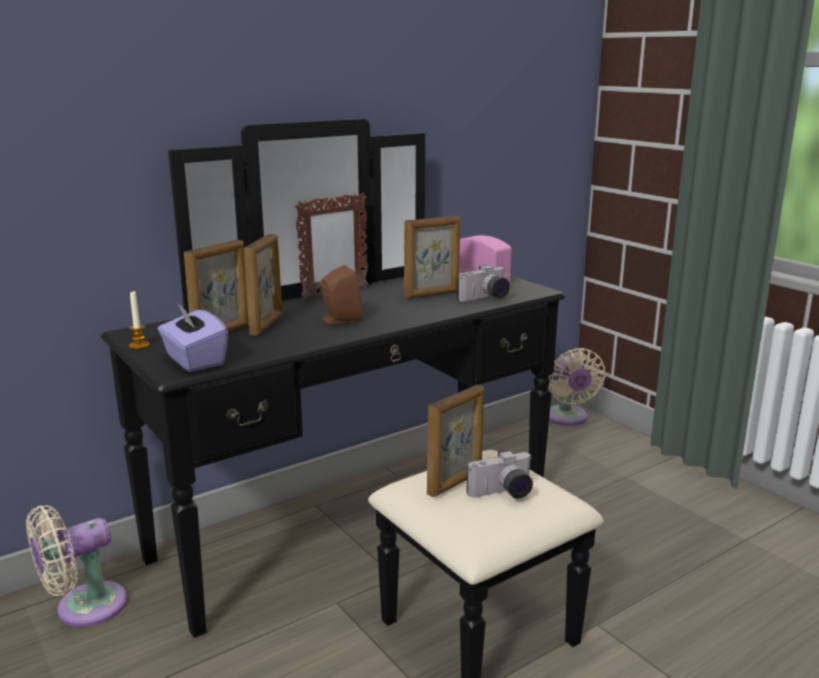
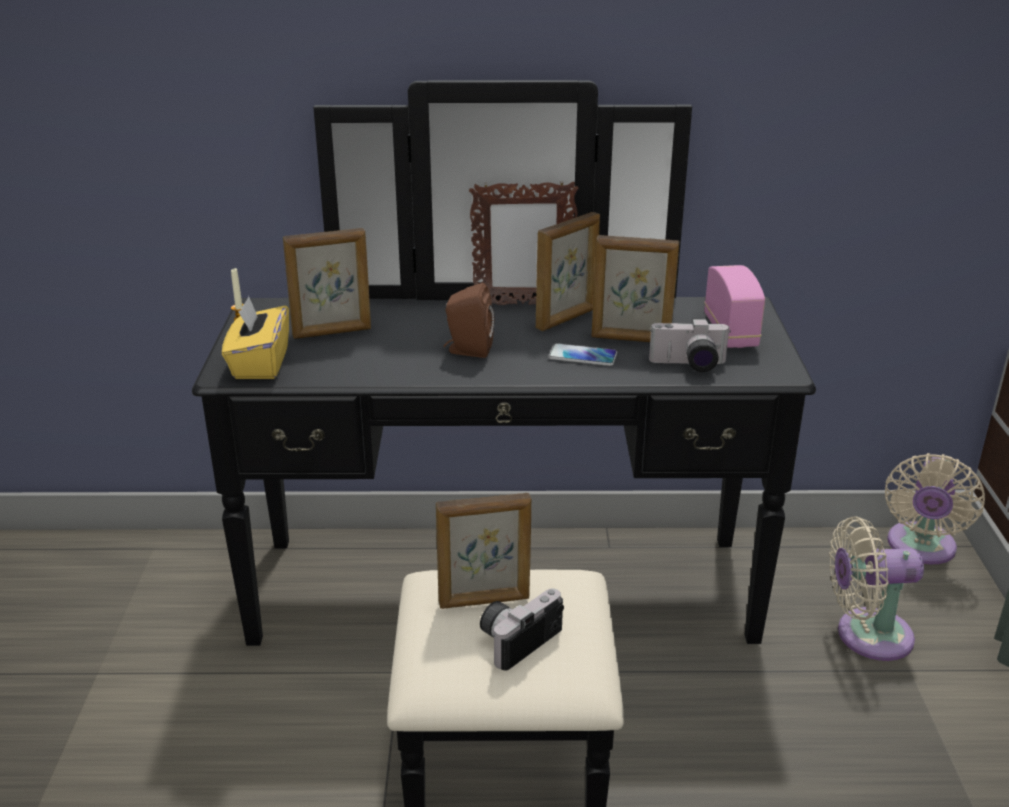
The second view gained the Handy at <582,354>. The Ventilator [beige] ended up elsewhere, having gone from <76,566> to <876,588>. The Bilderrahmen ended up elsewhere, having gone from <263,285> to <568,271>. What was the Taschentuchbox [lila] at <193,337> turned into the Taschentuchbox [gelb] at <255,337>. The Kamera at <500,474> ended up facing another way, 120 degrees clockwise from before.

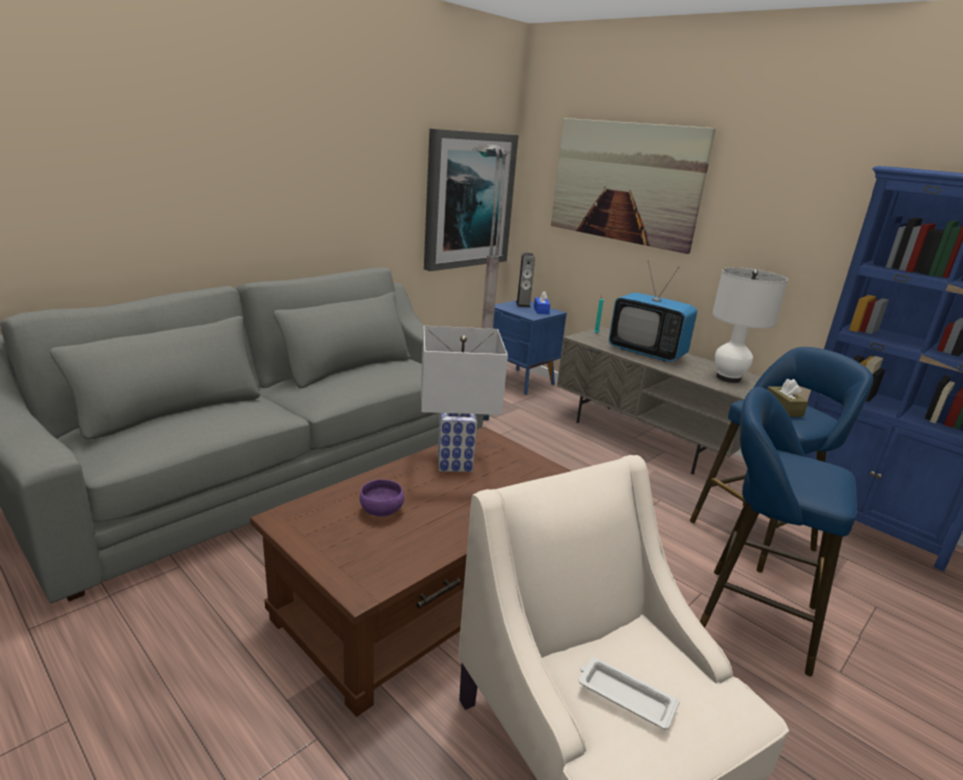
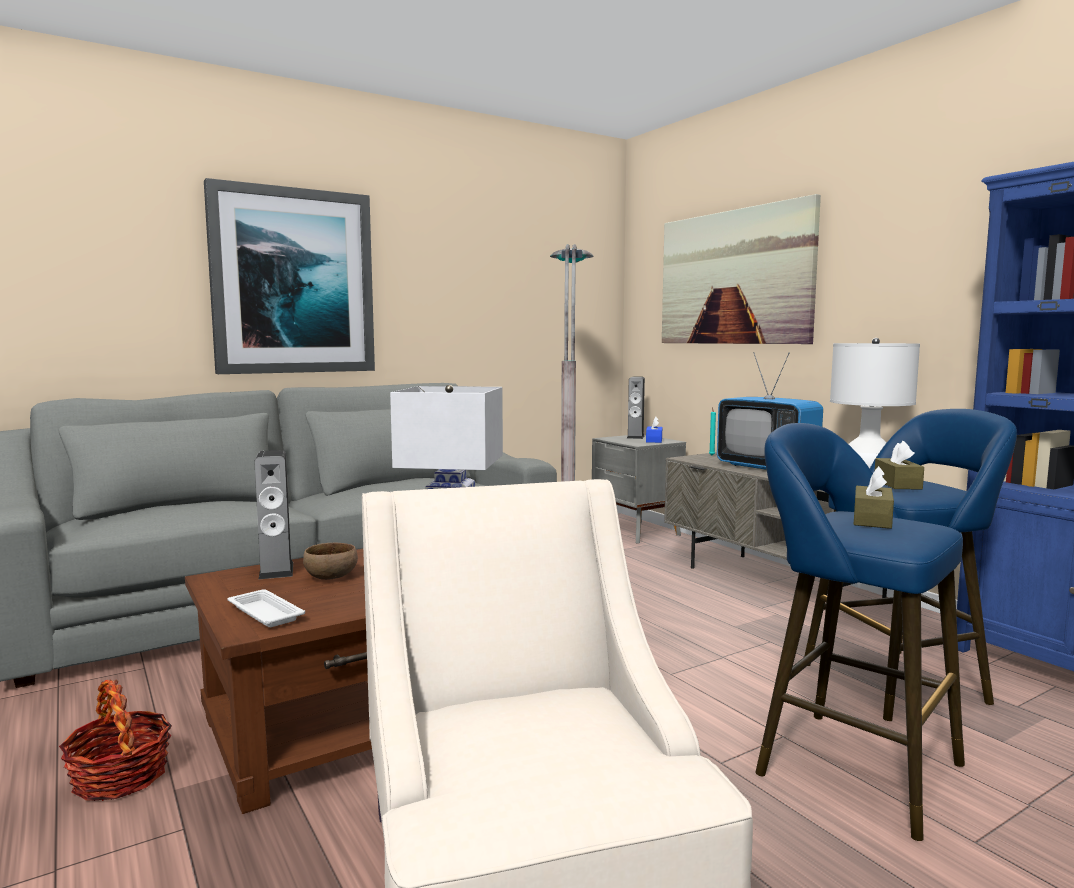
The second view gained the Korb at <115,740>. The second view gained the Lautsprecher at <273,514>. The second view gained the Taschentuchbox [braun] at <874,497>. The Bild ended up elsewhere, having gone from <471,199> to <289,276>. The Tablett [weiß] ended up elsewhere, having gone from <629,693> to <266,608>. What was the Schüssel [lila] at <382,497> turned into the Schüssel [braun] at <330,561>. What was the Nachttisch [blau] at <530,347> turned into the Nachttisch [grau] at <639,489>.

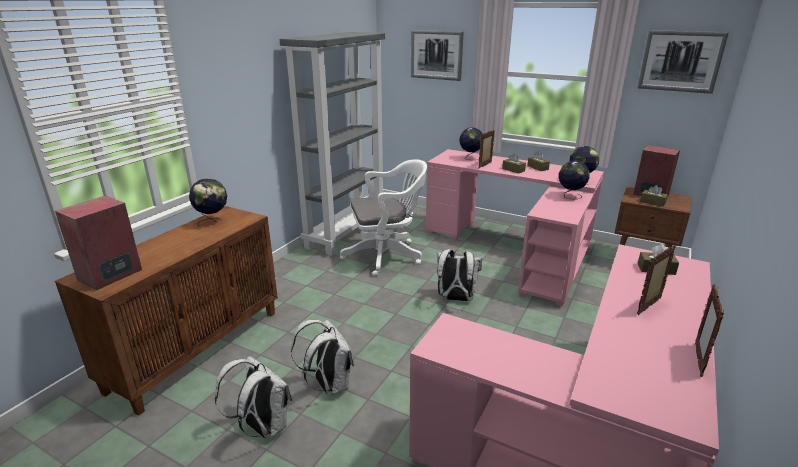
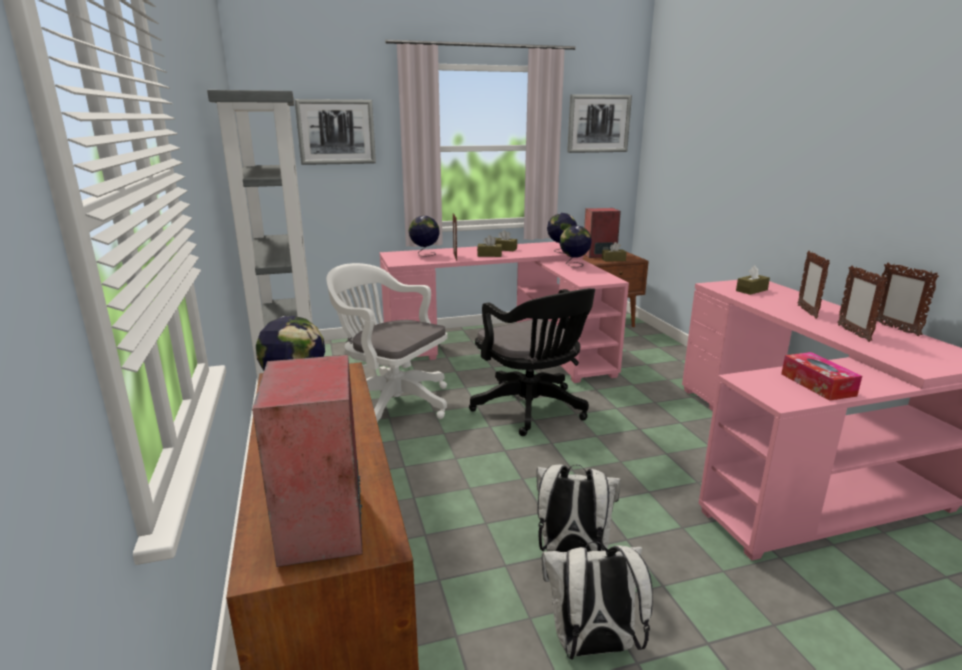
The second view gained the Taschentuchbox at <821,376>. The second view gained the Bilderrahmen at <862,303>. Where the Rucksack [weiß] stood at <459,275>, the Bürostuhl [schwarz] came to stand at <532,362>. The Bürostuhl [weiß] at <383,218> ended up facing another way, 90 degrees counterclockwise from before.

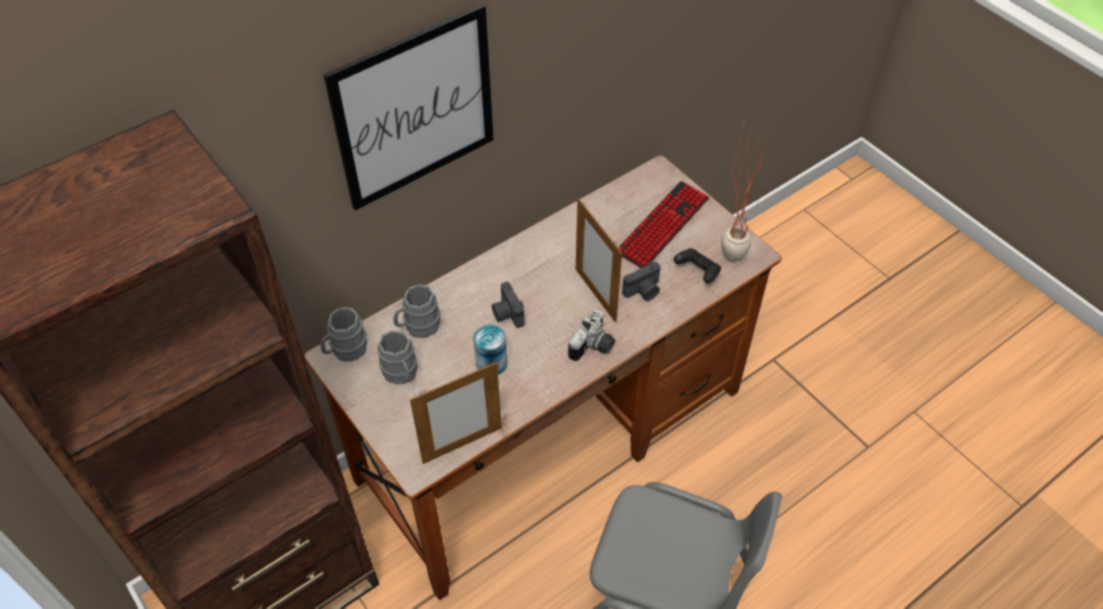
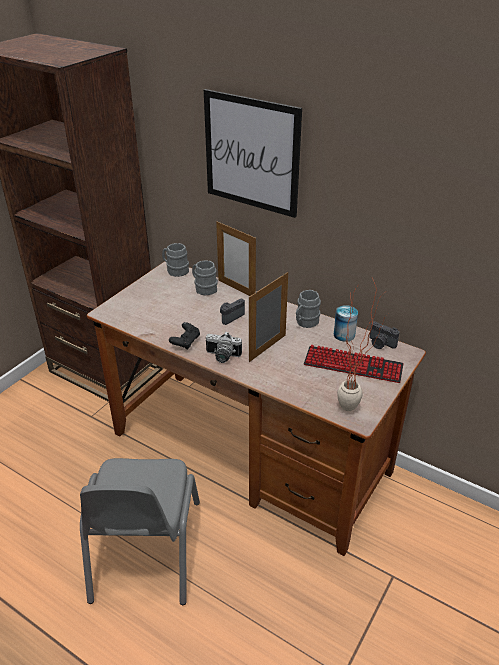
The Henkelbecher [grau] ended up elsewhere, having gone from <397,357> to <308,309>. The Bilderrahmen ended up elsewhere, having gone from <456,413> to <236,258>. The Dose ended up elsewhere, having gone from <490,350> to <346,323>. The Kamera ended up elsewhere, having gone from <641,281> to <384,335>. The Gamepad [schwarz] ended up elsewhere, having gone from <697,265> to <184,335>.

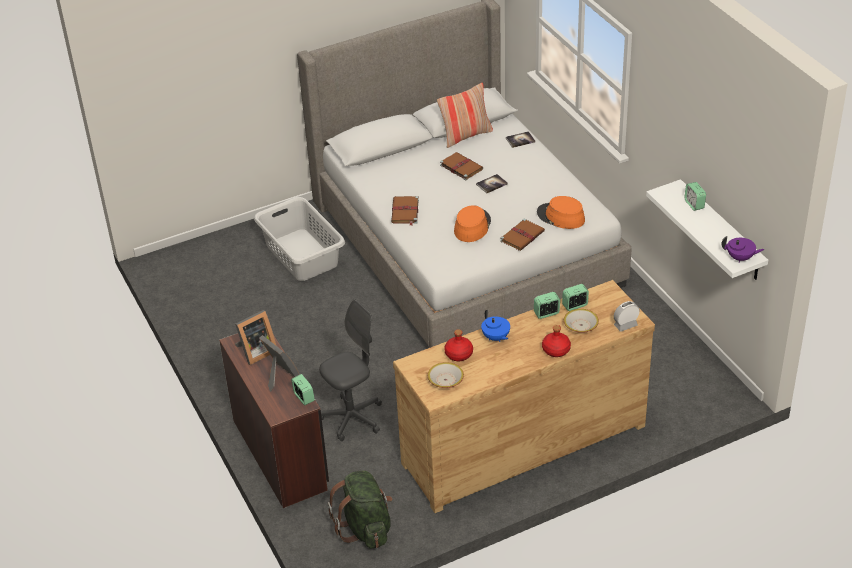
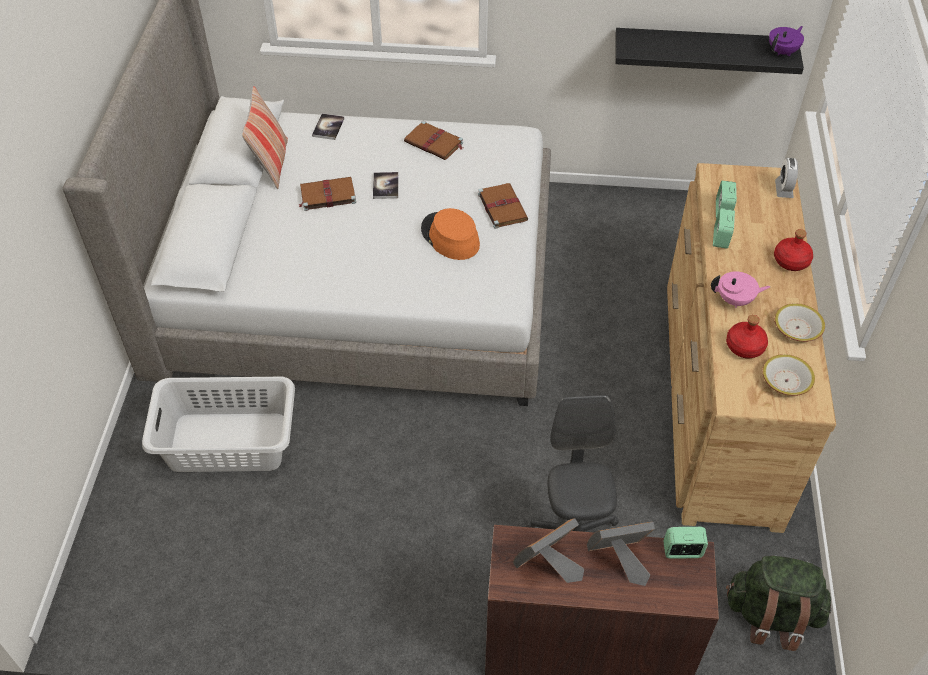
The second view lost the Hut [orange] at <561,212>. The second view lost the Wecker at <695,196>. The Buch [braun] ended up elsewhere, having gone from <405,210> to <433,140>. The Schüssel ended up elsewhere, having gone from <581,321> to <800,322>. What was the Teekanne [blau] at <495,326> turned into the Teekanne [rosa] at <740,289>. What was the Wandregal [weiß] at <707,229> turned into the Wandregal [schwarz] at <709,51>. The Bilderrahmen at <256,337> ended up facing another way, 120 degrees counterclockwise from before.

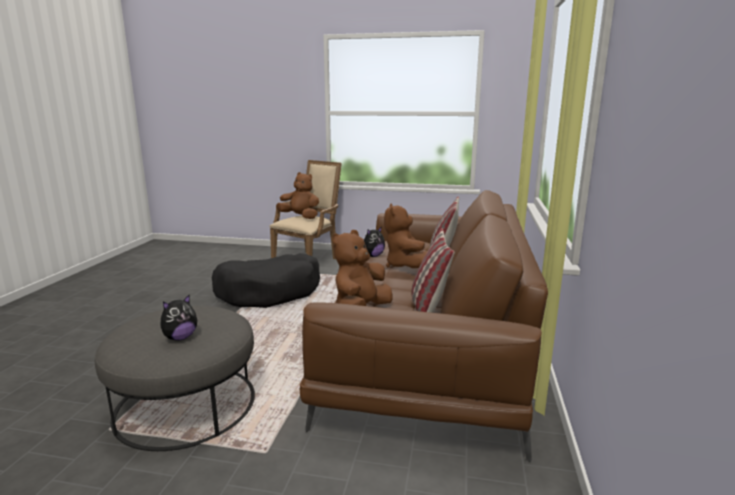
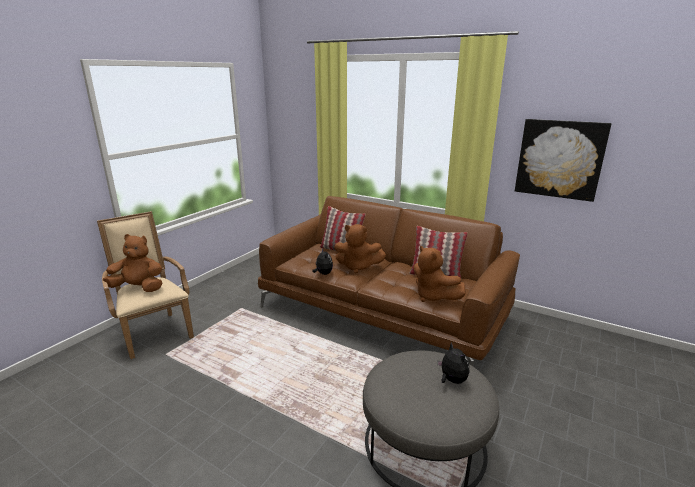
The second view lost the Hundebett [schwarz] at <266,280>. The second view gained the Bild at <563,160>. The Plüschtier [braun] at <297,195> ended up facing another way, 45 degrees clockwise from before.

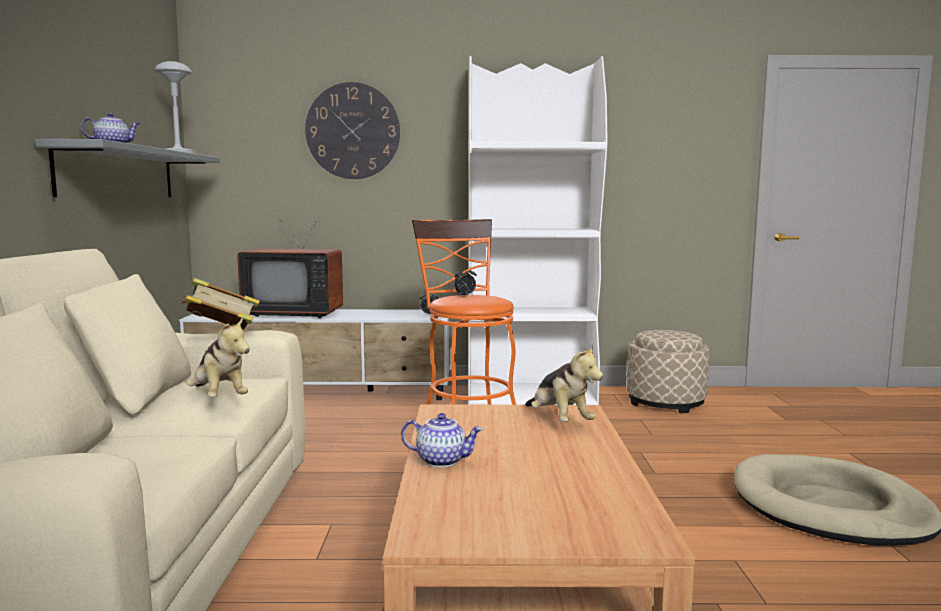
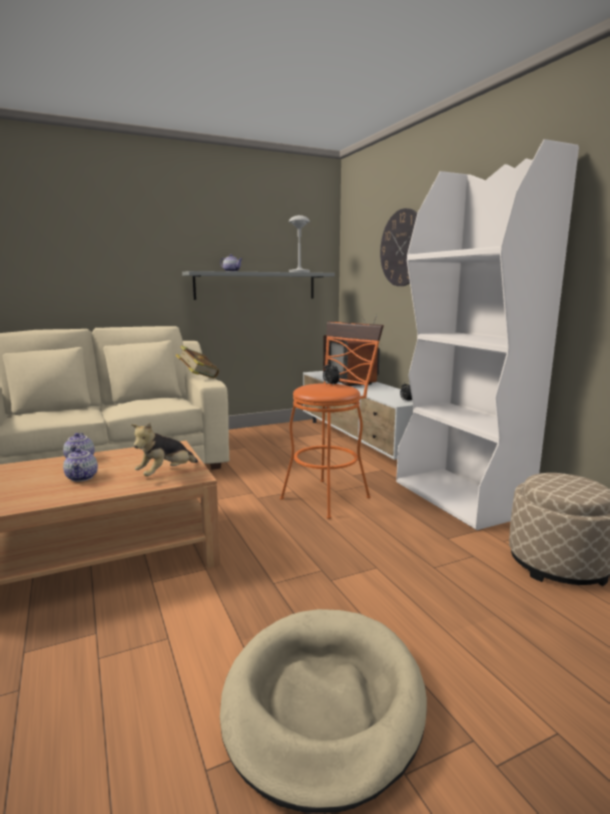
The second view lost the Plüschtier at <218,357>. The second view gained the Teekanne at <80,465>.

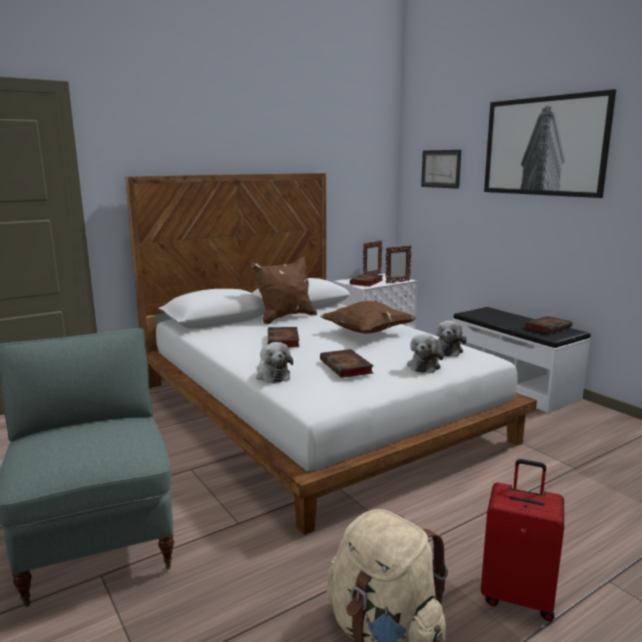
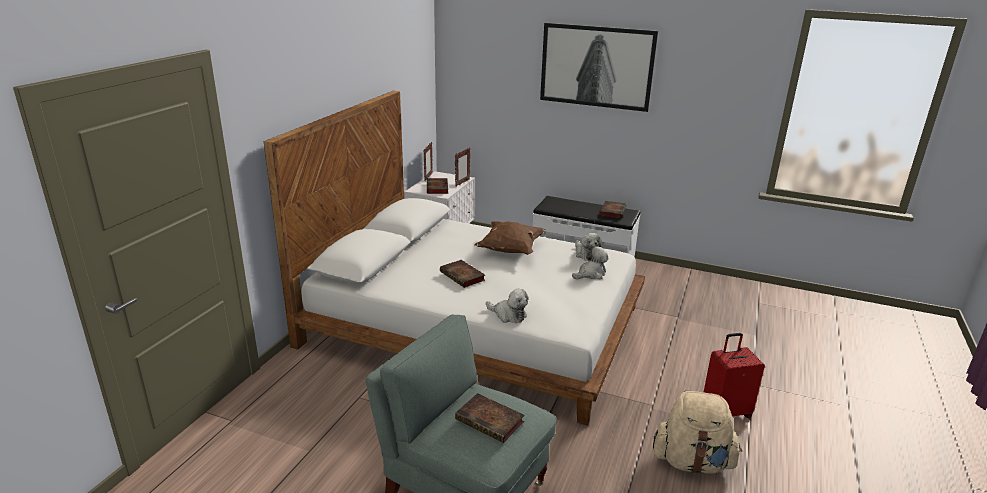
The second view lost the Kissen [braun] at <284,290>. The second view lost the Bild at <441,169>. The Buch ended up elsewhere, having gone from <347,363> to <490,418>. The Plüschtier at <425,353> ended up facing another way, 105 degrees counterclockwise from before.

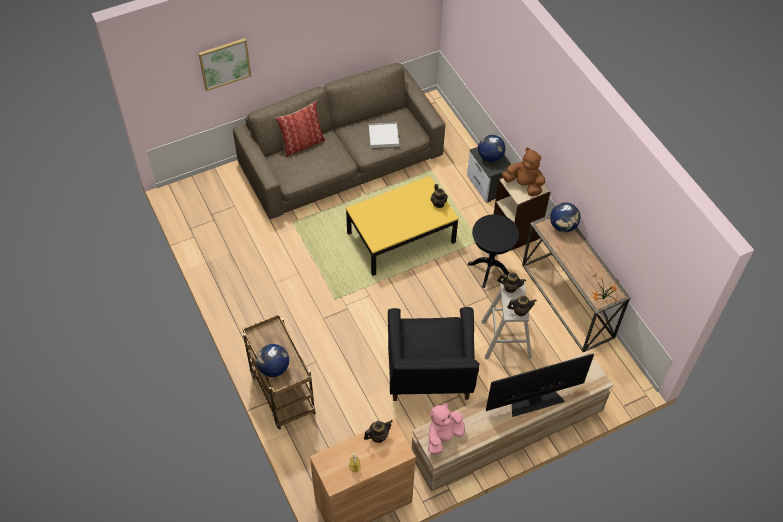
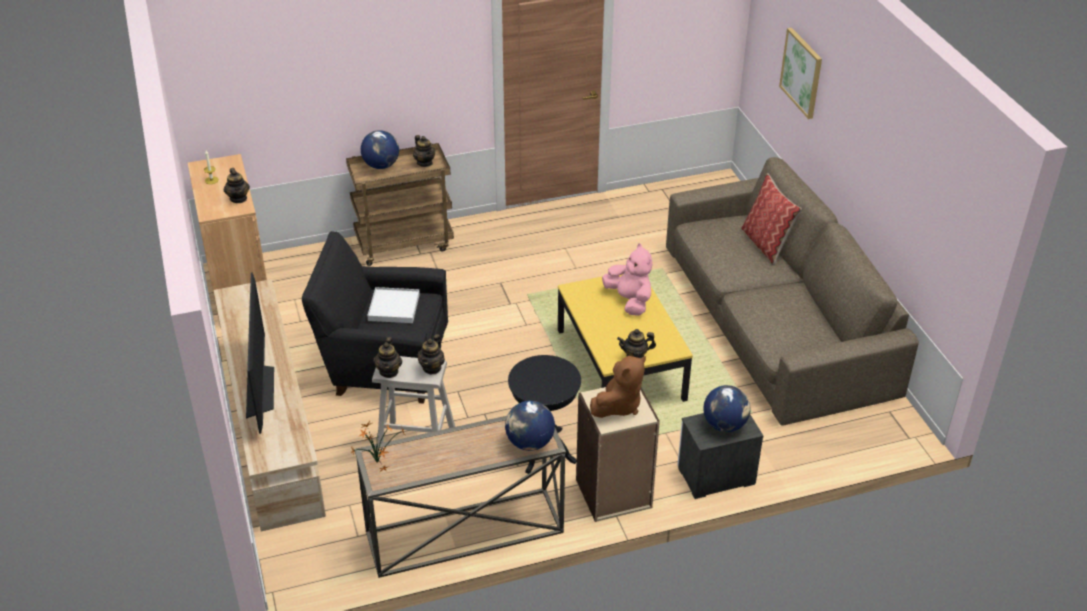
The second view gained the Teekanne at <424,151>. The Tablett [weiß] ended up elsewhere, having gone from <384,135> to <393,305>. The Plüschtier [rosa] ended up elsewhere, having gone from <446,429> to <627,279>.

